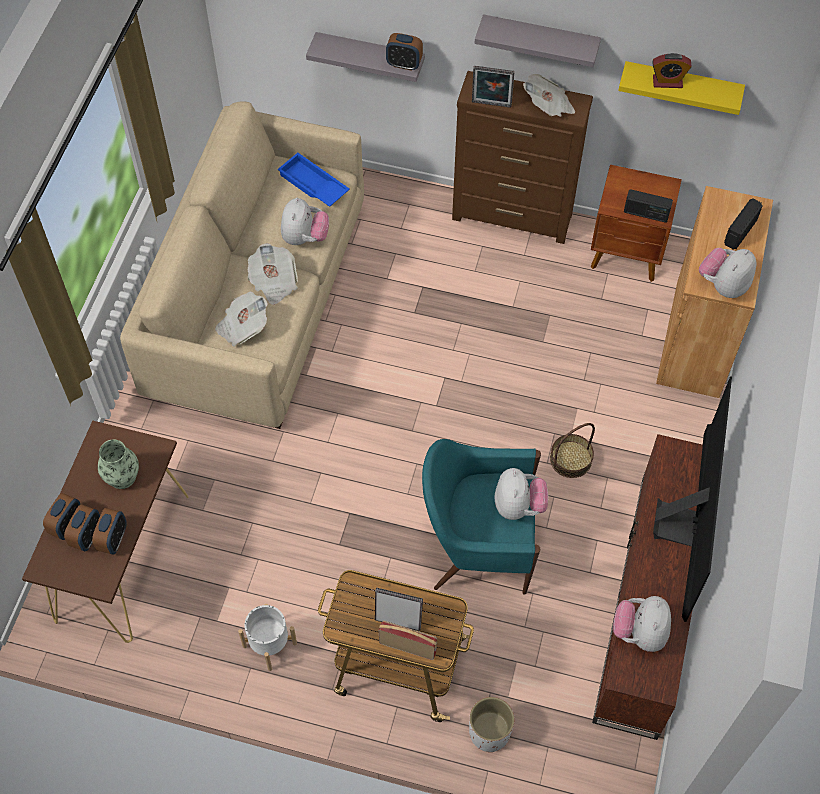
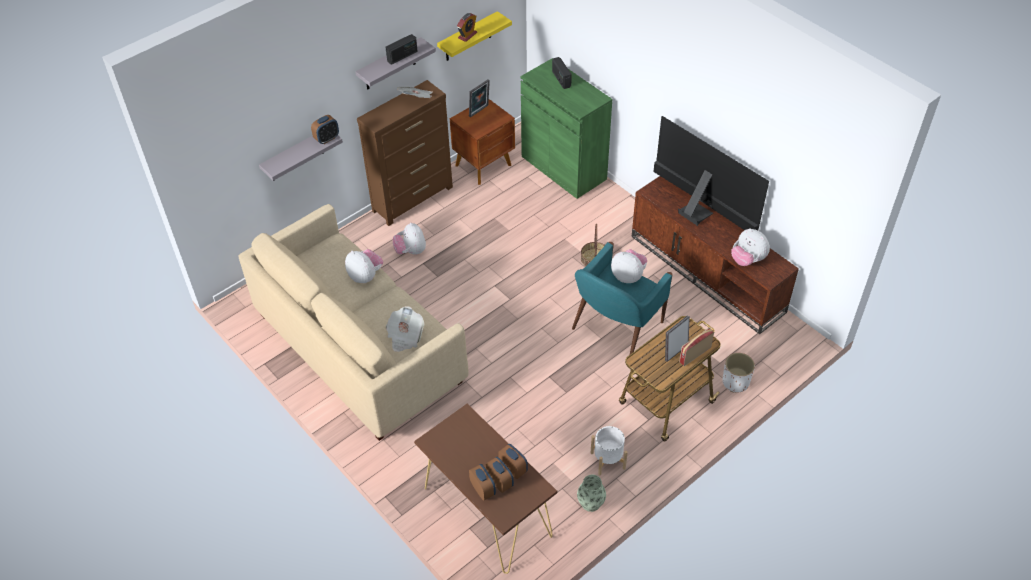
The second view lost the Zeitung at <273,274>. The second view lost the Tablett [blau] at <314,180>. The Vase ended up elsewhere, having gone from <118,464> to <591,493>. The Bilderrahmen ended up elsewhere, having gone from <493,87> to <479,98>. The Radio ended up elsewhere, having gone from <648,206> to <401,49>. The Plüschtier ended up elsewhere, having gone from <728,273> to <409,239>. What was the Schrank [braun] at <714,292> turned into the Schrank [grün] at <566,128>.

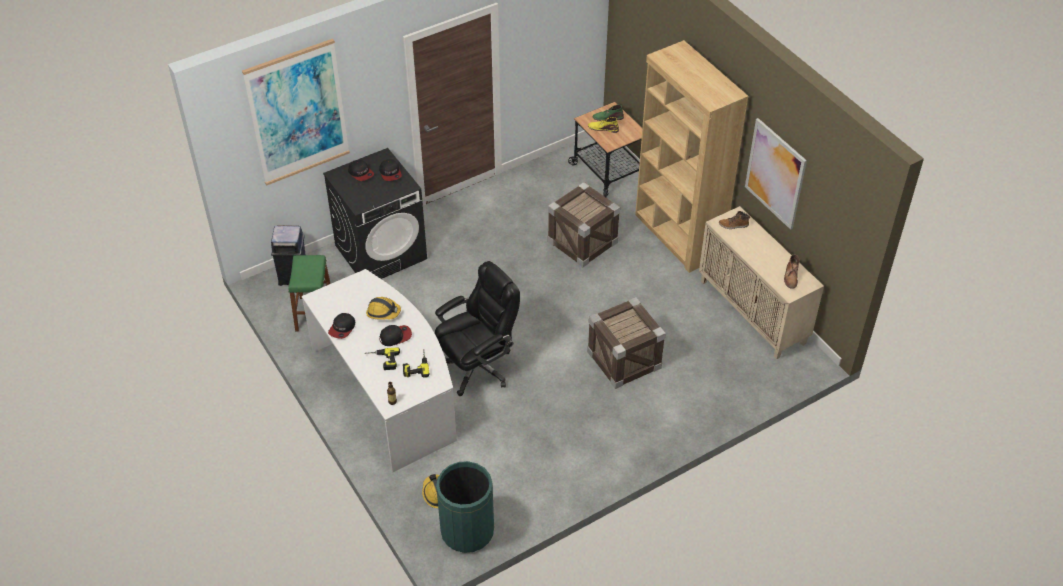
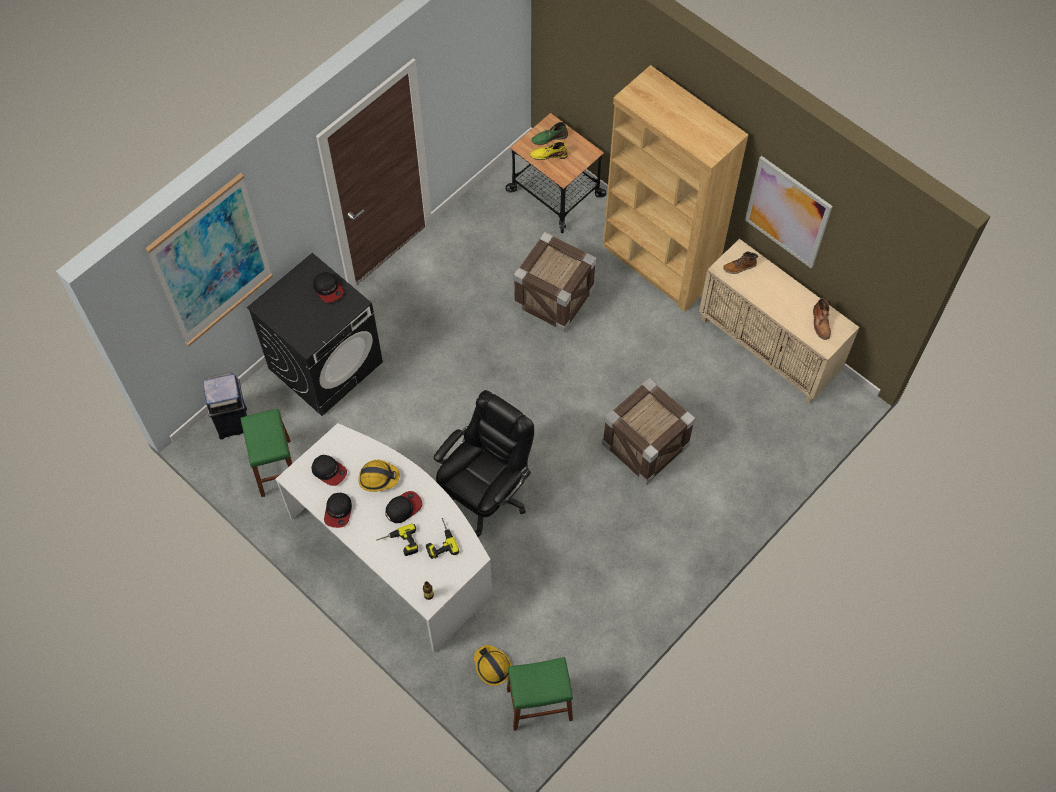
The Kappe ended up elsewhere, having gone from <361,170> to <329,470>. Where the Mülleimer [grün] stood at <465,507>, the Hocker [grün] came to stand at <540,694>.

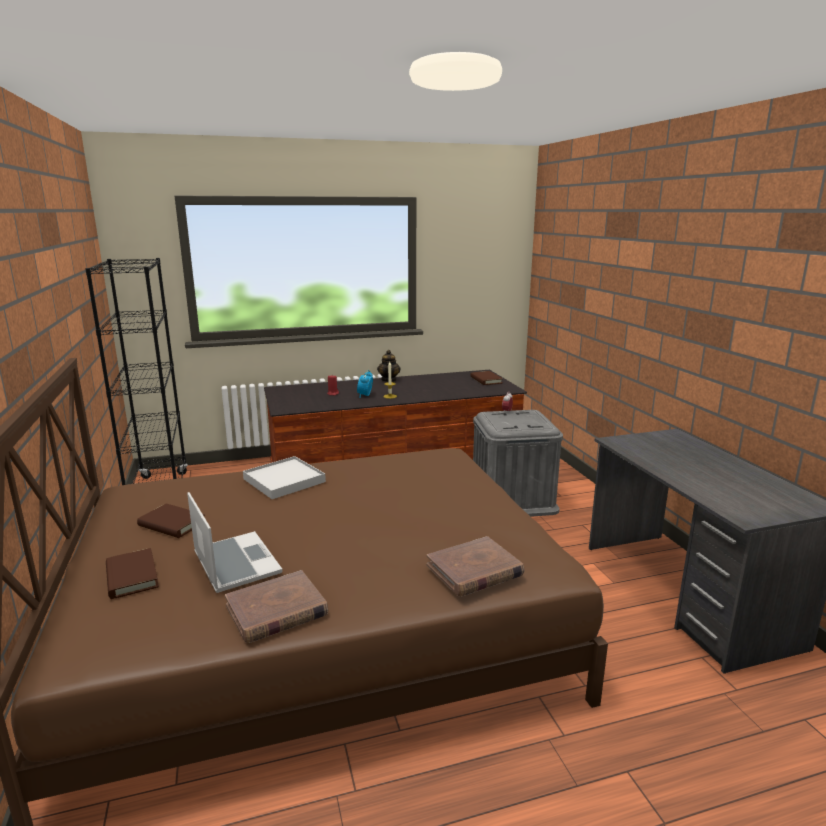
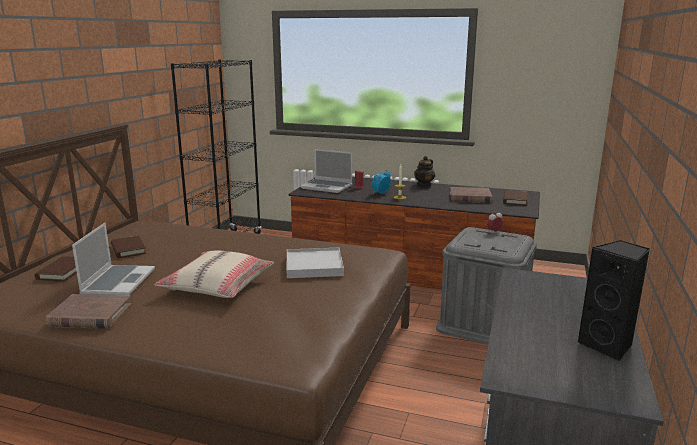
The second view gained the Kissen [beige] at <214,274>. The second view gained the Laptop at <326,171>. The second view gained the Lautsprecher [schwarz] at <613,300>. The Tablett [weiß] ended up elsewhere, having gone from <284,477> to <315,263>. The Buch [braun] ended up elsewhere, having gone from <476,566> to <471,195>.

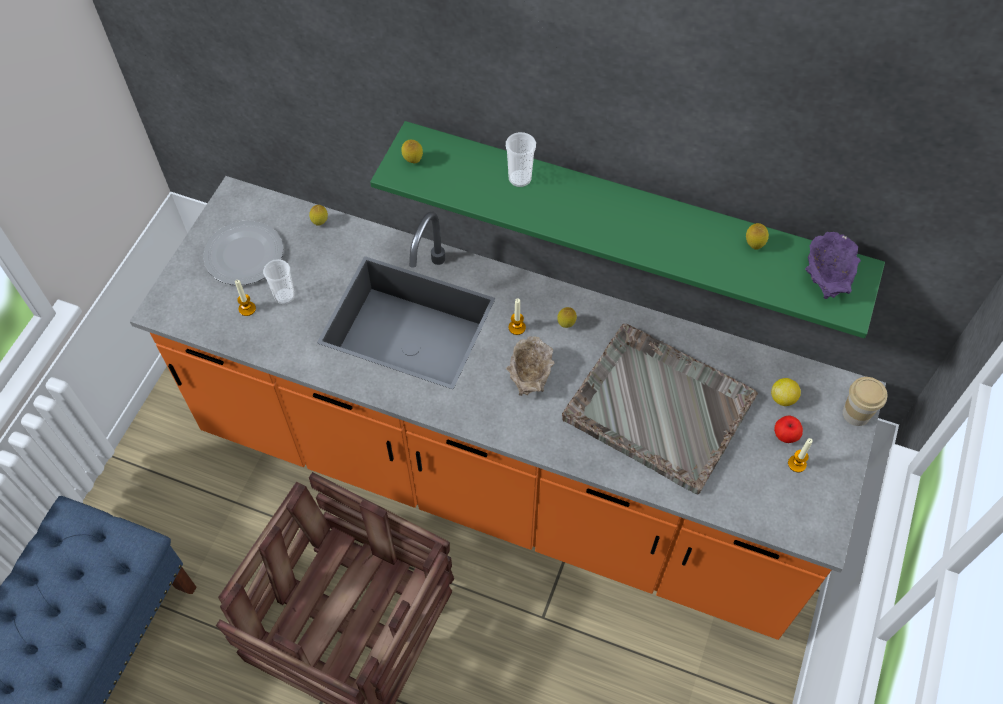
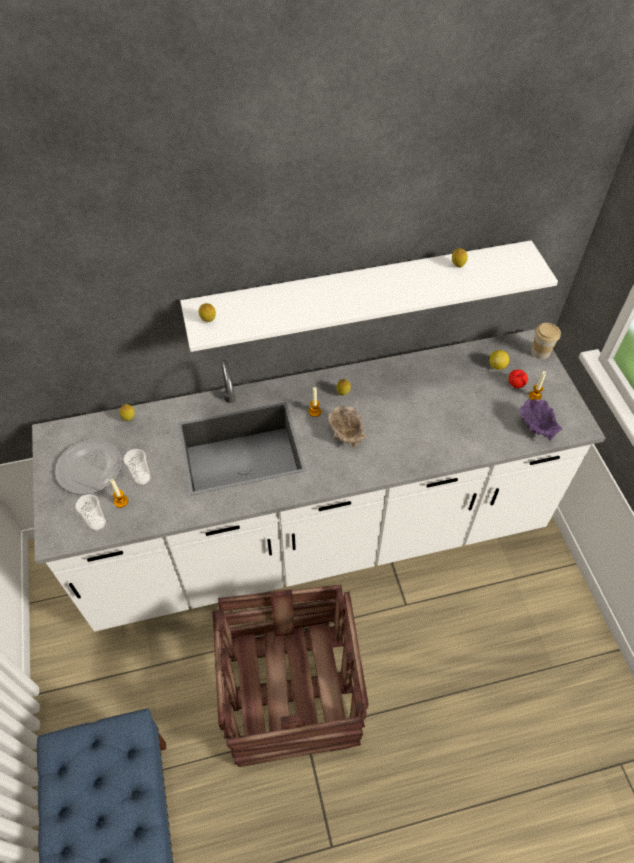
The second view lost the Tablett [grau] at <660,408>. The Tasse ended up elsewhere, having gone from <521,159> to <91,512>. The Schüssel [lila] ended up elsewhere, having gone from <833,265> to <541,420>. What was the Küchenzeile [orange] at <507,408> turned into the Küchenzeile [weiß] at <319,480>. What was the Wandregal [grün] at <627,229> turned into the Wandregal [weiß] at <369,296>.

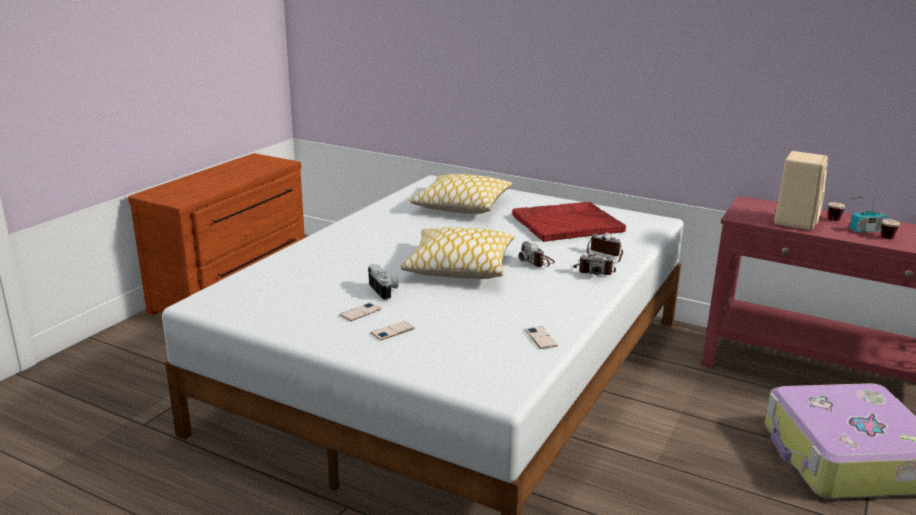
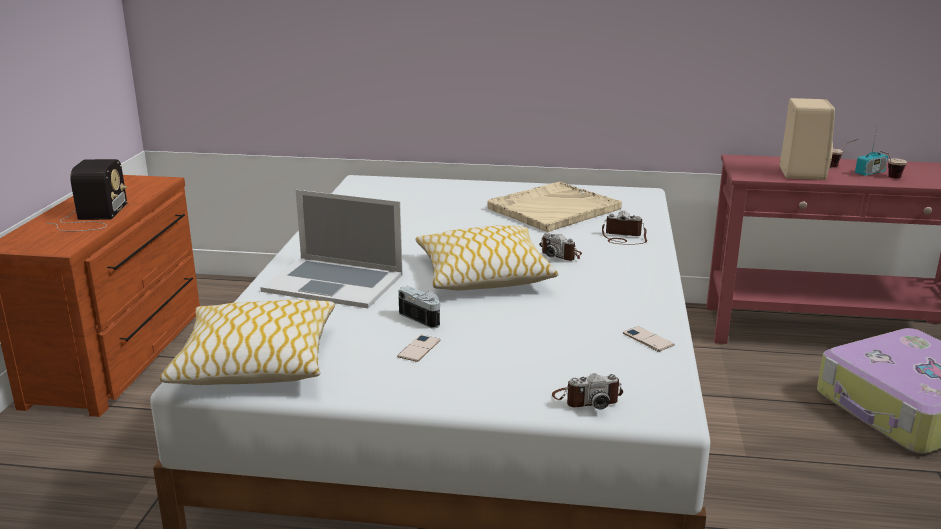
The second view lost the Handy at <392,330>. The second view gained the Radio at <86,195>. The second view gained the Laptop at <331,249>. The Kissen ended up elsewhere, having gone from <461,194> to <247,342>. The Kamera ended up elsewhere, having gone from <594,264> to <587,391>. What was the Tablett [rot] at <569,222> turned into the Tablett [beige] at <554,207>.

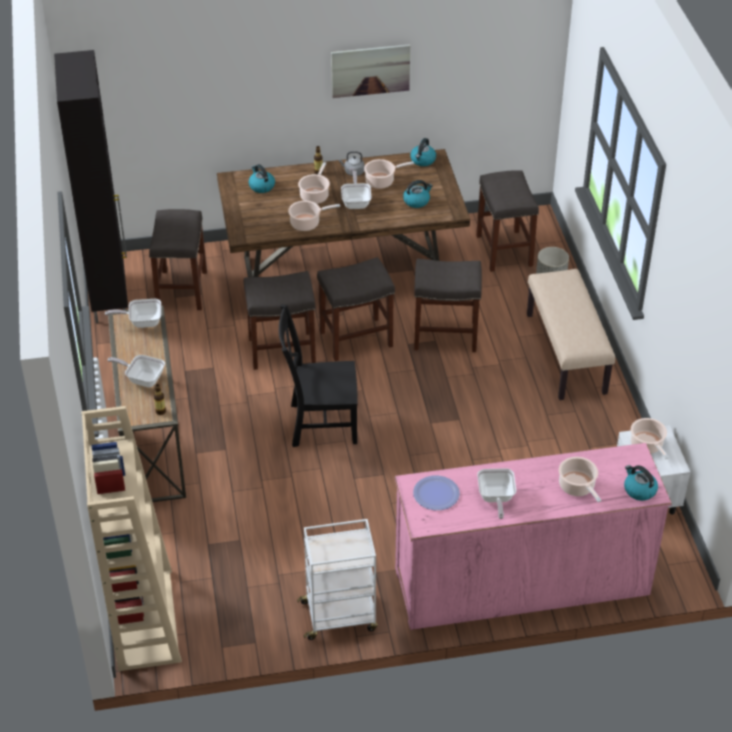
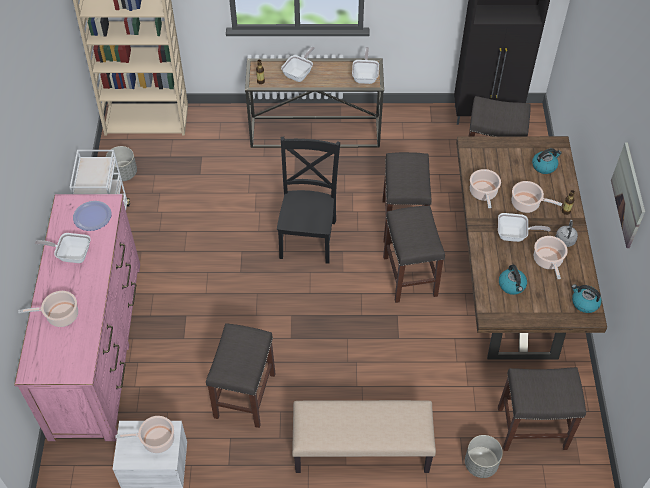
The second view lost the Wasserkessel at <641,483>. The second view gained the Pflanzkübel [grau] at <121,163>. The Hocker [grau] ended up elsewhere, having gone from <448,305> to <241,375>.

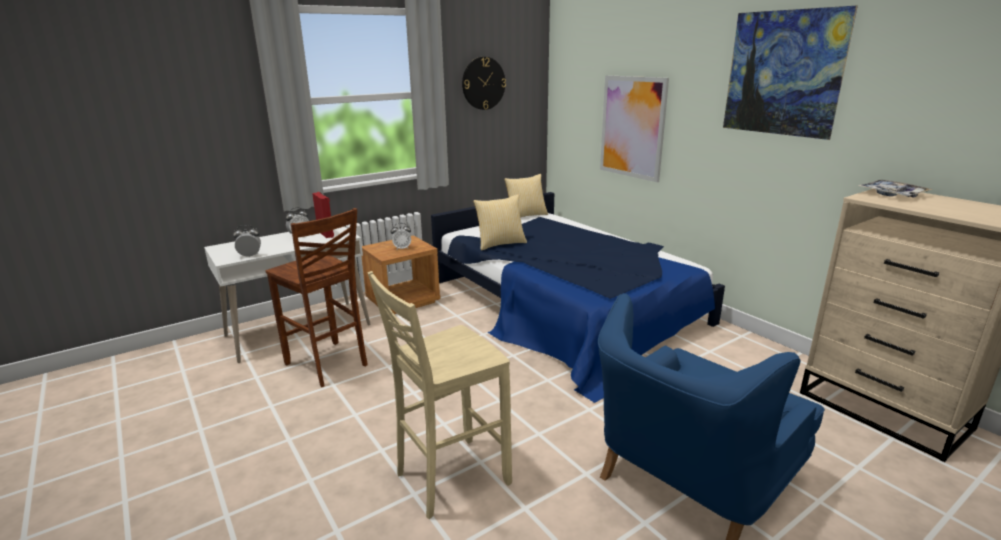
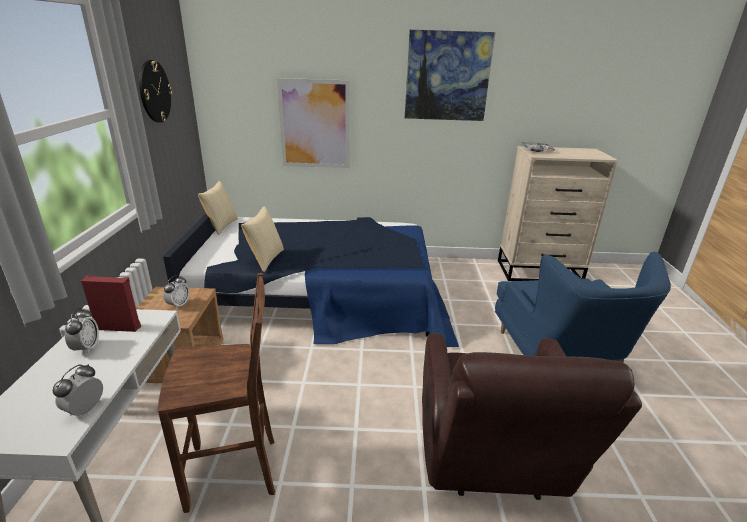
Where the Hocker [beige] stood at <440,395>, the Sessel [braun] came to stand at <532,416>.

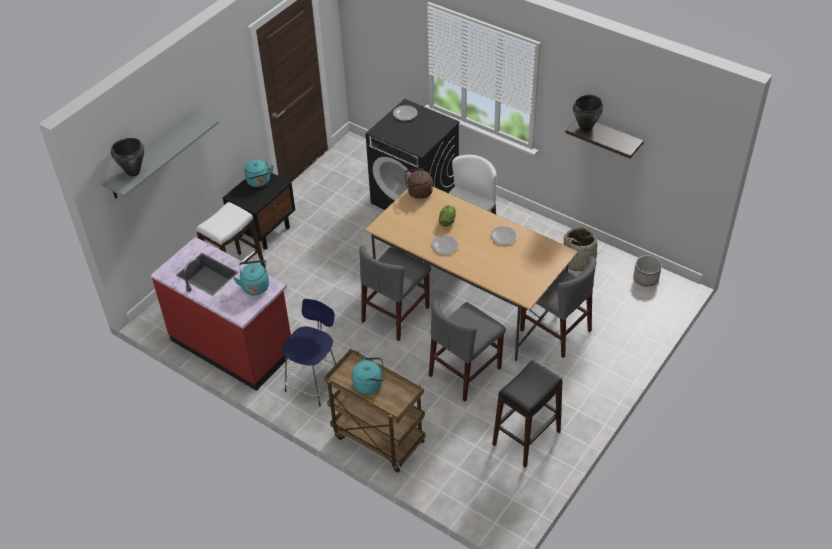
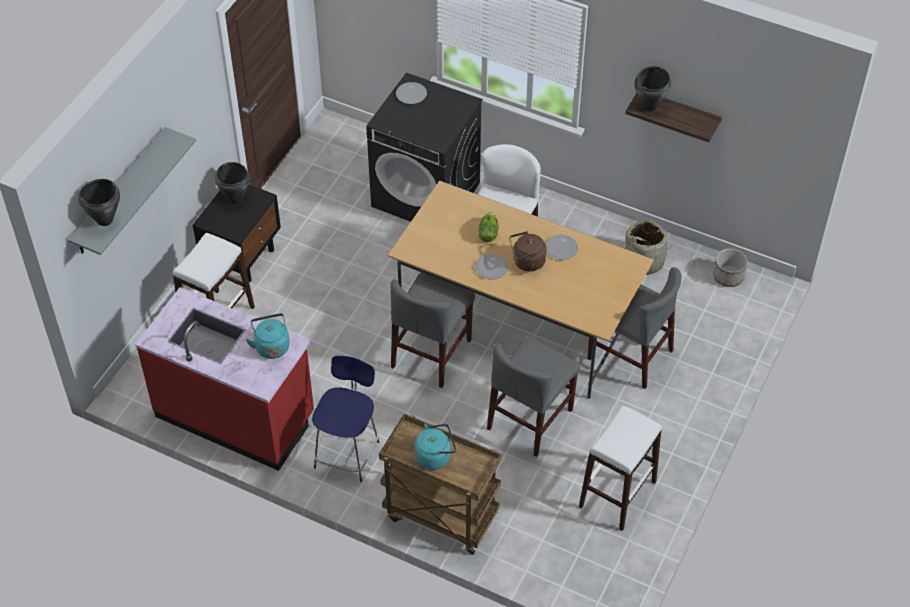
The Wasserkessel [braun] ended up elsewhere, having gone from <419,183> to <528,251>. Where the Wasserkessel [türkis] stood at <259,173>, the Kochtopf [schwarz] came to stand at <232,183>. What was the Hocker [schwarz] at <527,413> turned into the Hocker [weiß] at <620,468>.

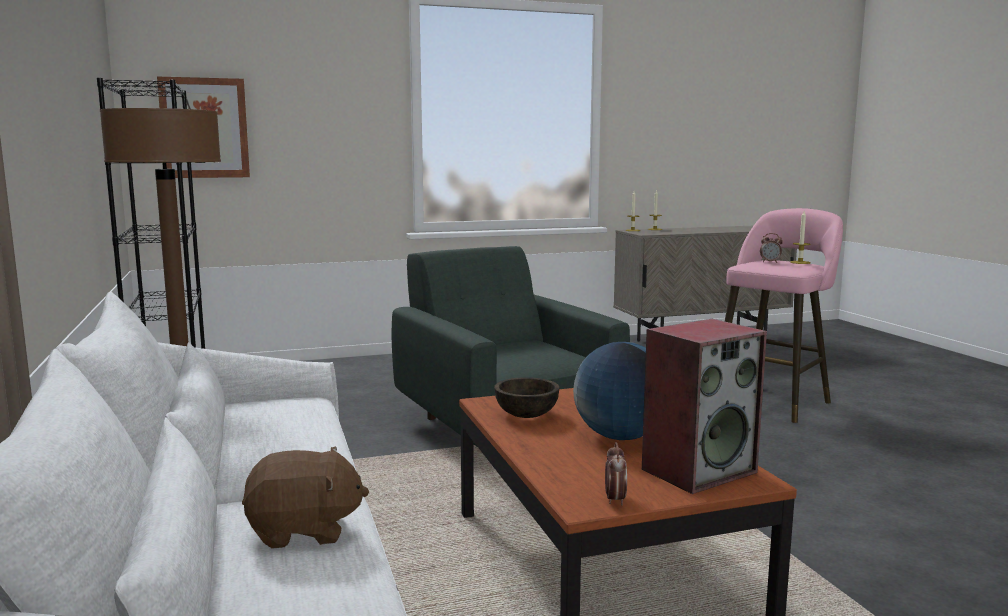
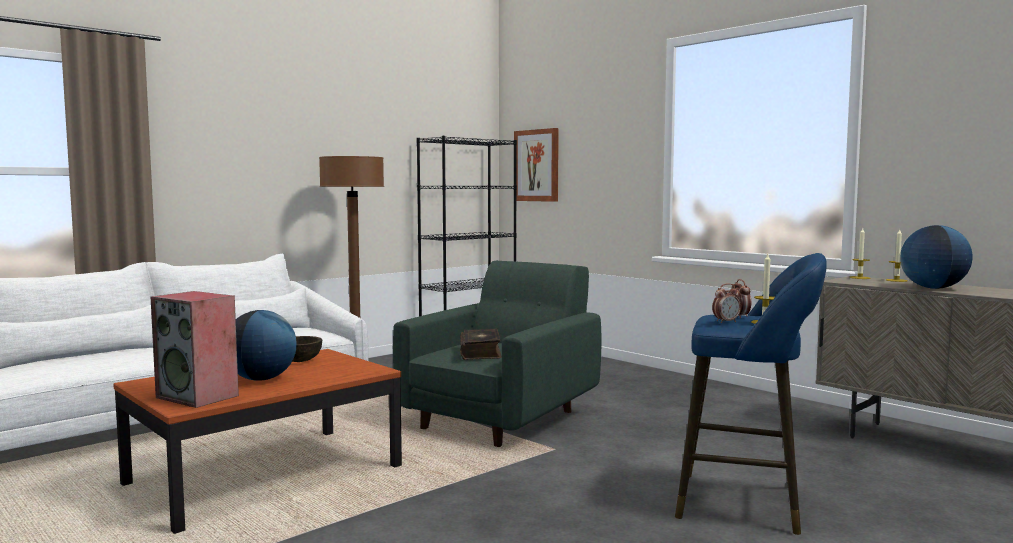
The second view lost the Plüschtier [braun] at <305,497>. The second view gained the Buch at <481,344>. The second view gained the Globus at <936,257>. The Wecker ended up elsewhere, having gone from <616,474> to <726,303>. What was the Hocker [rosa] at <784,315> turned into the Hocker [blau] at <751,394>.

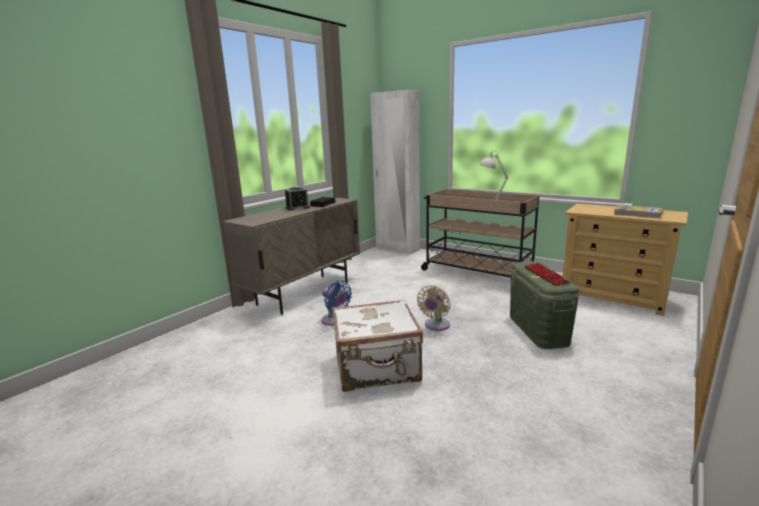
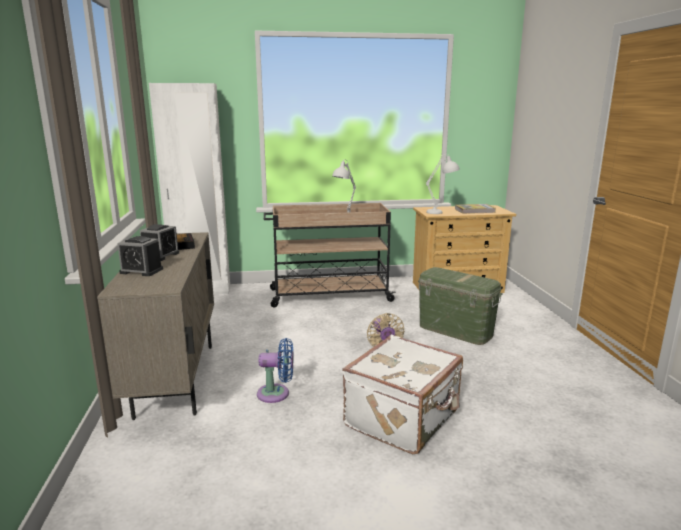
The second view lost the Tastatur at <547,274>. The second view gained the Wecker at <140,256>. The second view gained the Tischlampe [weiß] at <443,184>.

